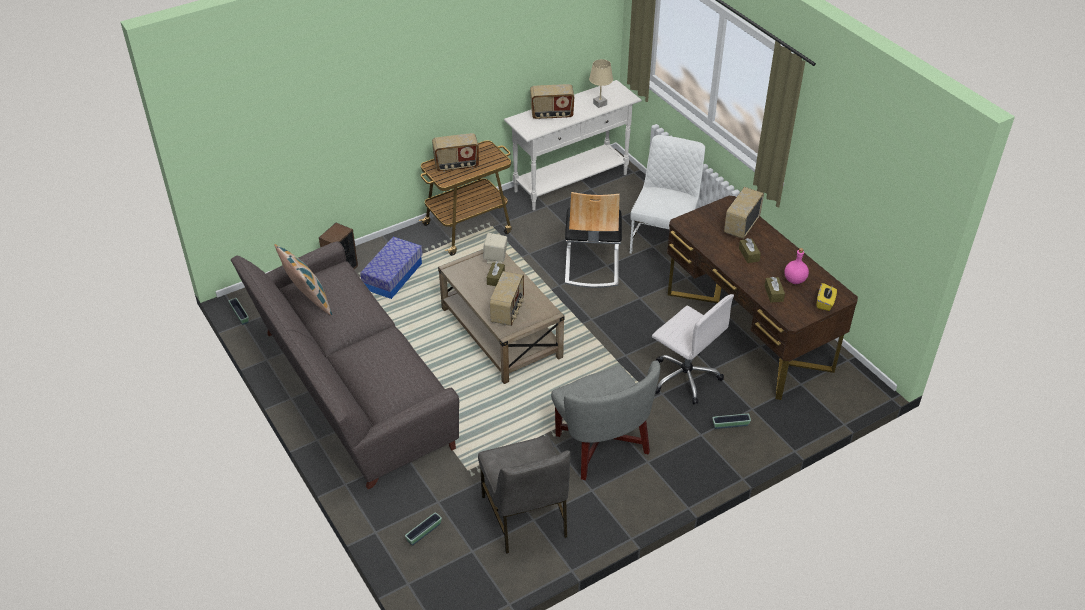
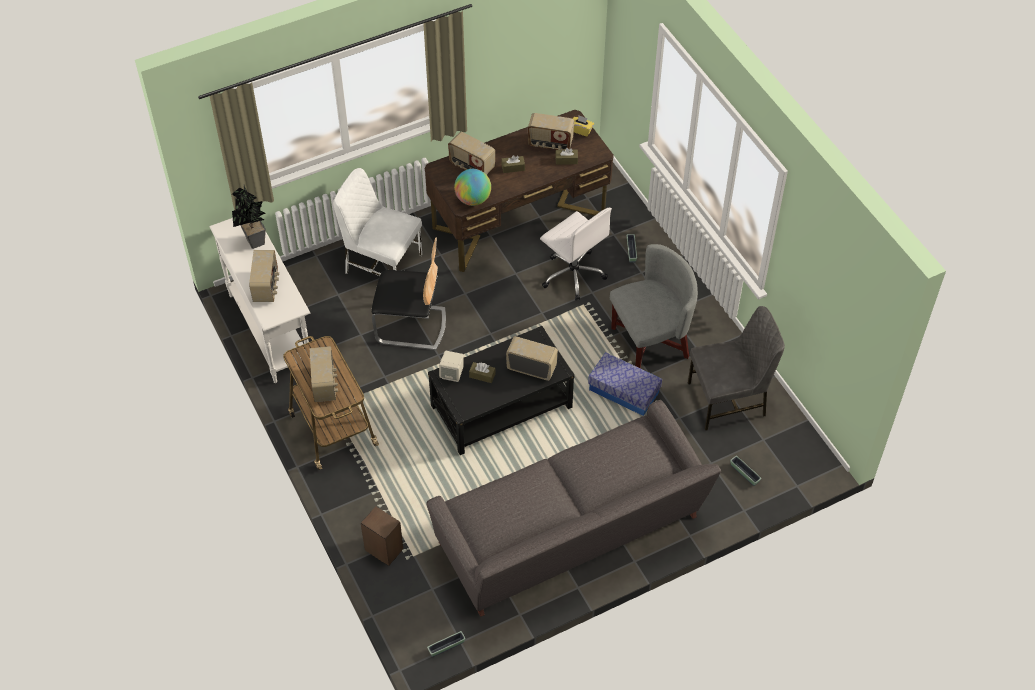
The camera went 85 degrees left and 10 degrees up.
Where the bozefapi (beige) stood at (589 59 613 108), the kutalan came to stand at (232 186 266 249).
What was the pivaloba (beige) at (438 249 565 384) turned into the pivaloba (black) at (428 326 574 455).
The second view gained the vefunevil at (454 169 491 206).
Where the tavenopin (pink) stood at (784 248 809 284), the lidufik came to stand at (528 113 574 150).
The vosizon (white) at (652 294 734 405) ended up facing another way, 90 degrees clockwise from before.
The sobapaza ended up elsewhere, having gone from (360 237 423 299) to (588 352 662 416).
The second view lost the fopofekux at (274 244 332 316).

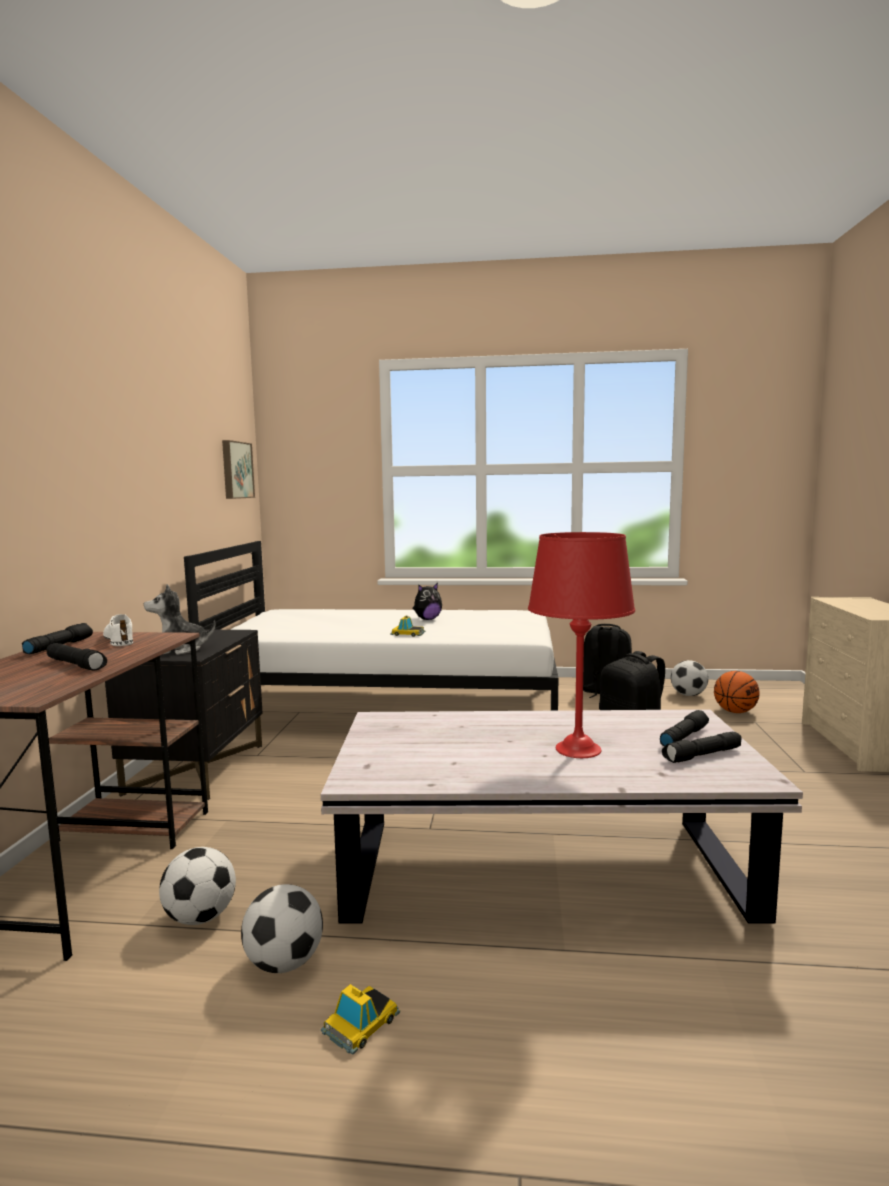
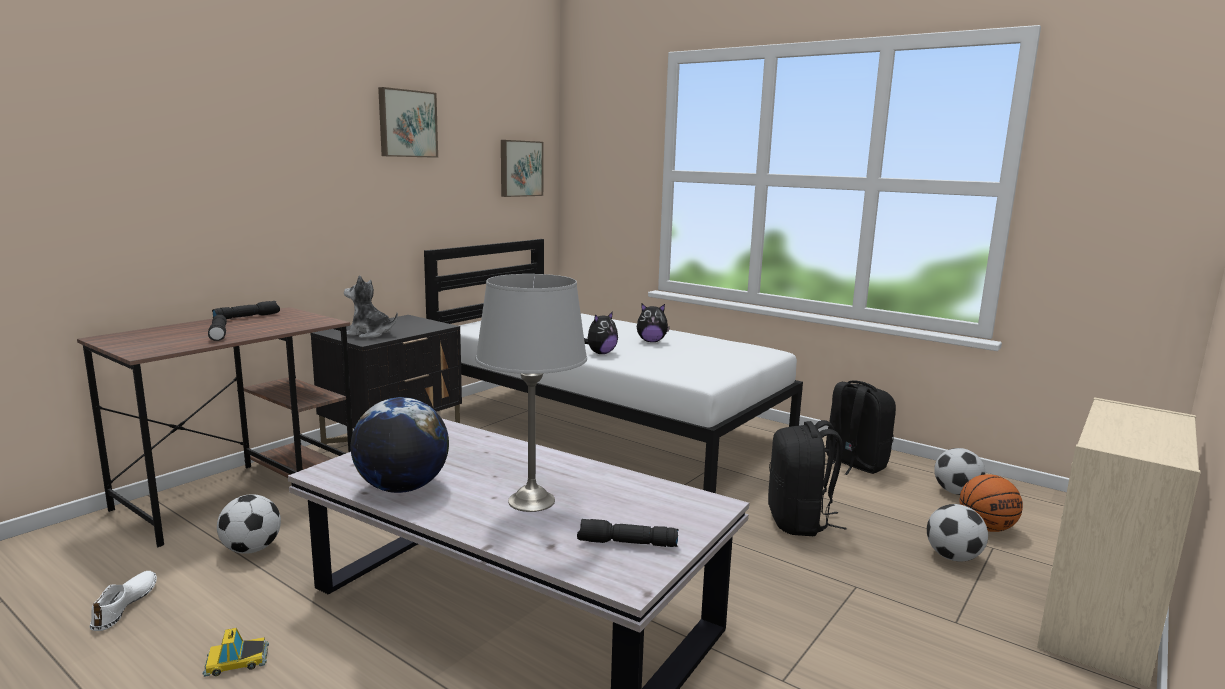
The camera went 30 degrees right and 5 degrees up.
The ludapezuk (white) ended up elsewhere, having gone from (103 614 133 646) to (89 571 157 631).
The second view gained the vefunevil at (351 397 449 493).
The second view gained the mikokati at (378 87 438 158).
What was the bozefapi (red) at (528 532 635 758) turned into the bozefapi (grey) at (475 274 587 512).
Where the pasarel stood at (390 615 426 637), the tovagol came to stand at (584 311 618 354).
The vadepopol ended up elsewhere, having gone from (241 884 323 973) to (927 504 988 562).
The second view lost the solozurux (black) at (660 710 709 746).

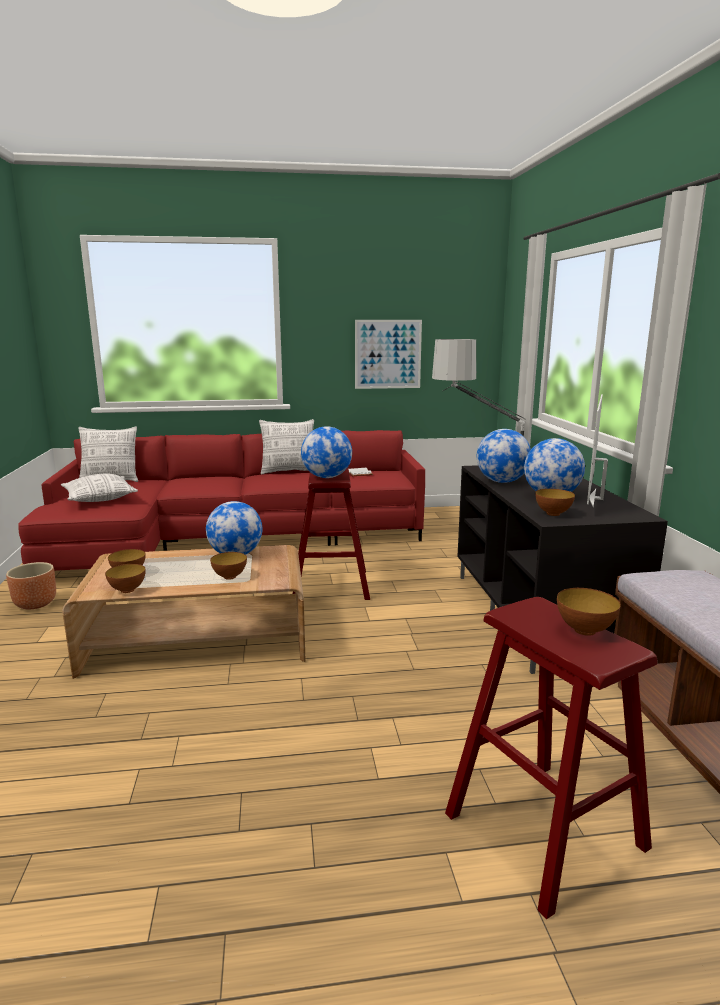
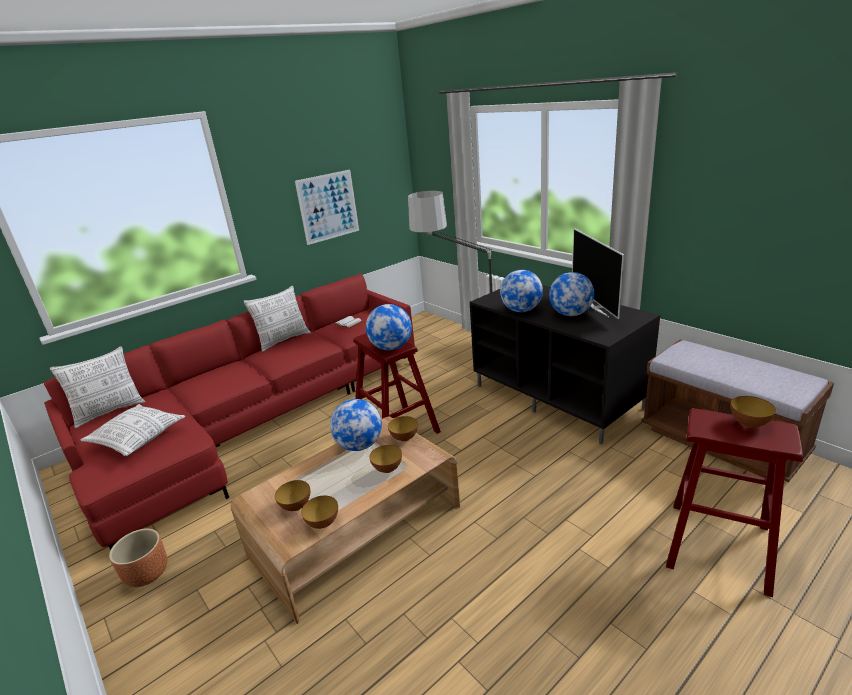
The camera went 30 degrees left and 10 degrees up.
The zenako ended up elsewhere, having gone from (535 489 575 516) to (388 416 418 442).

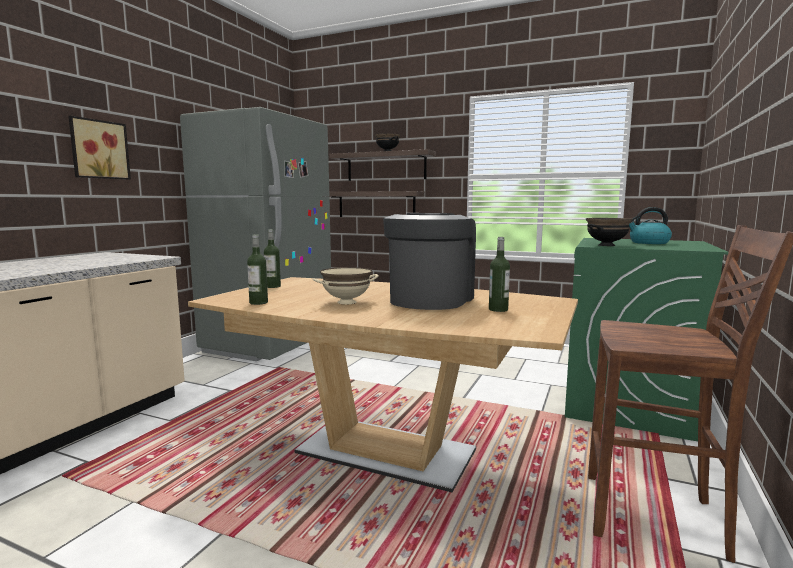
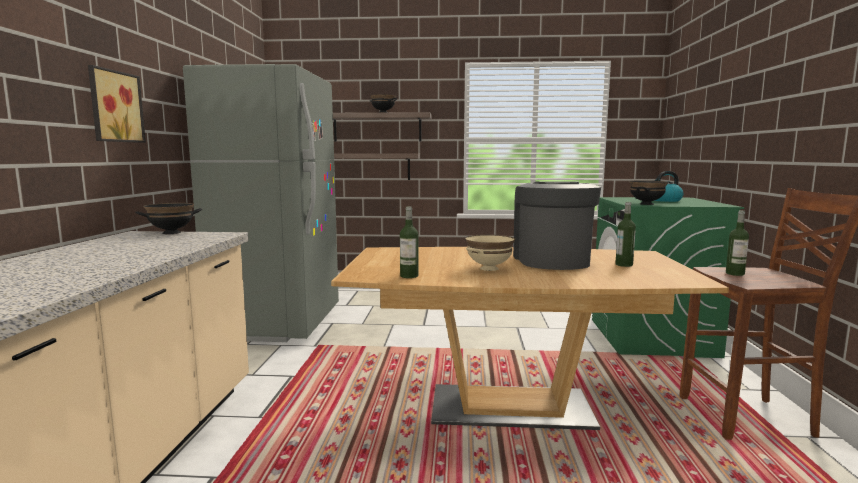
The camera went 20 degrees left and 0 degrees up.
The second view gained the zenako (black) at (135 203 202 234).
The tavenopin ended up elsewhere, having gone from (264 229 281 288) to (726 211 749 276).

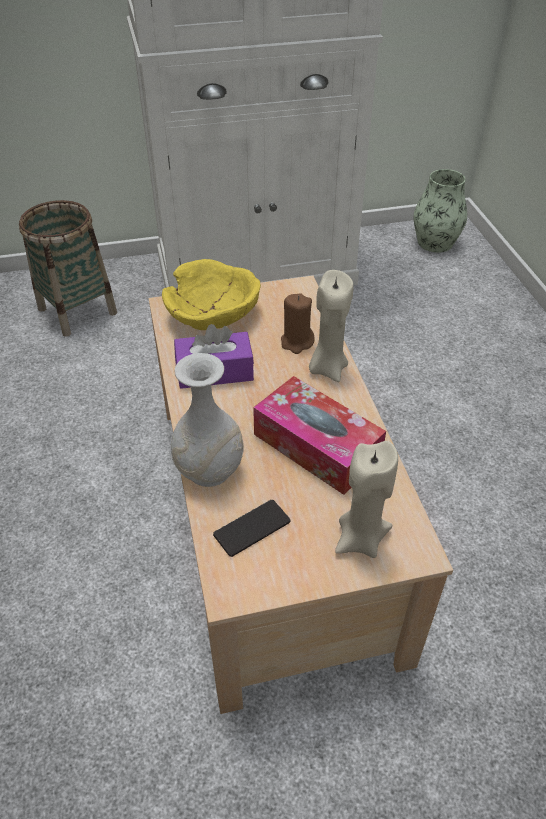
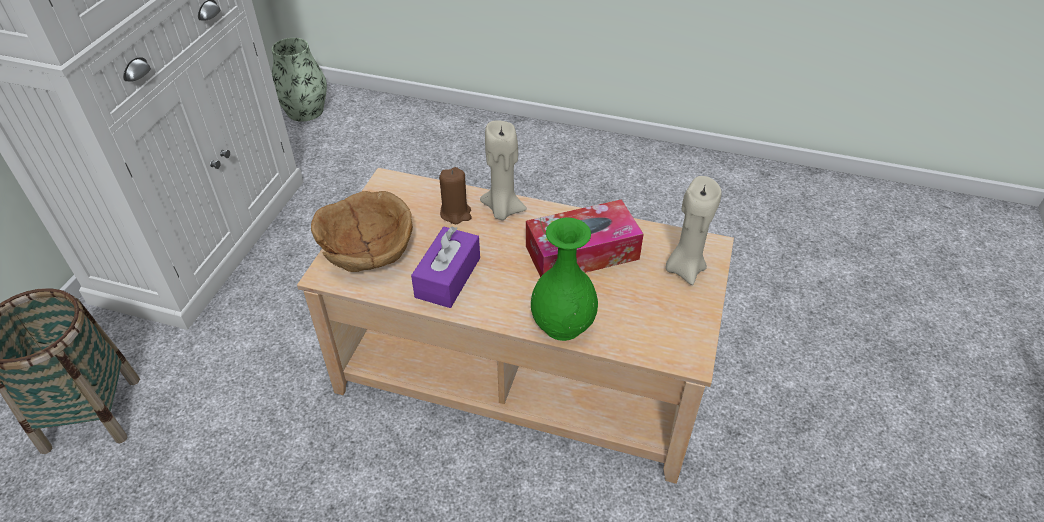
The camera went 60 degrees left and 0 degrees up.
What was the zenako (yellow) at (162 259 261 330) turned into the zenako (brown) at (311 191 413 272).
What was the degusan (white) at (171 353 244 487) turned into the degusan (green) at (531 218 598 341).
The second view lost the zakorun at (213 500 291 557).

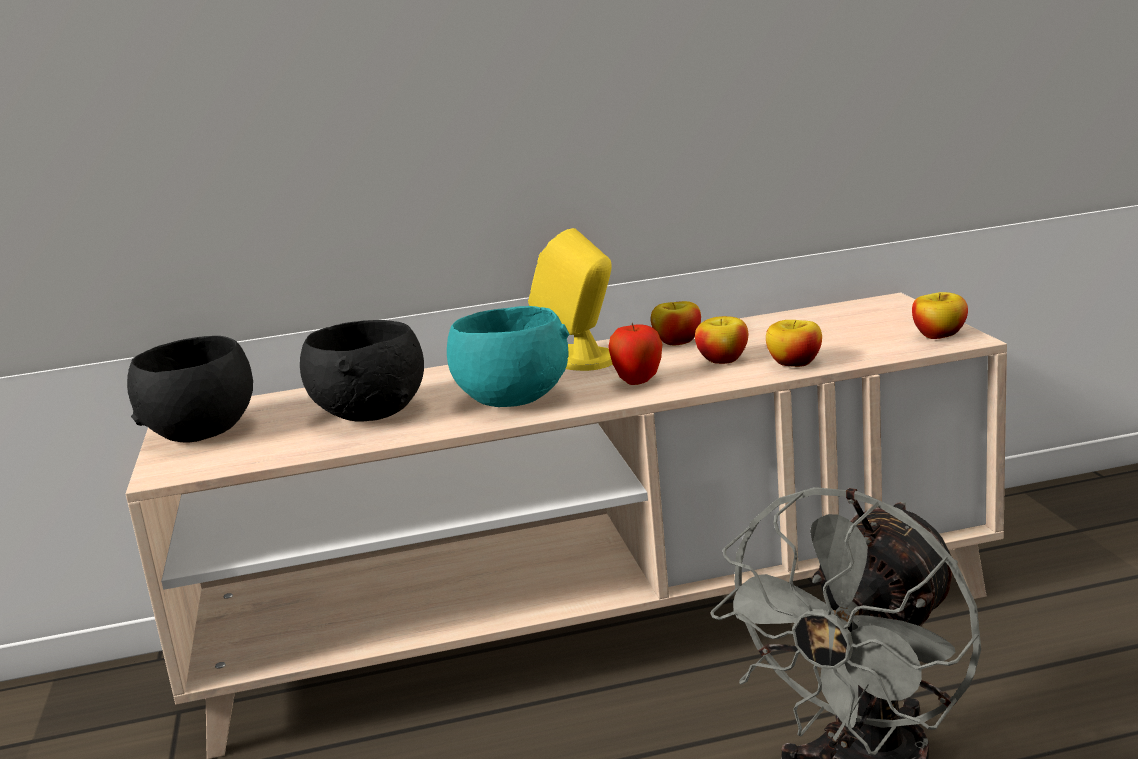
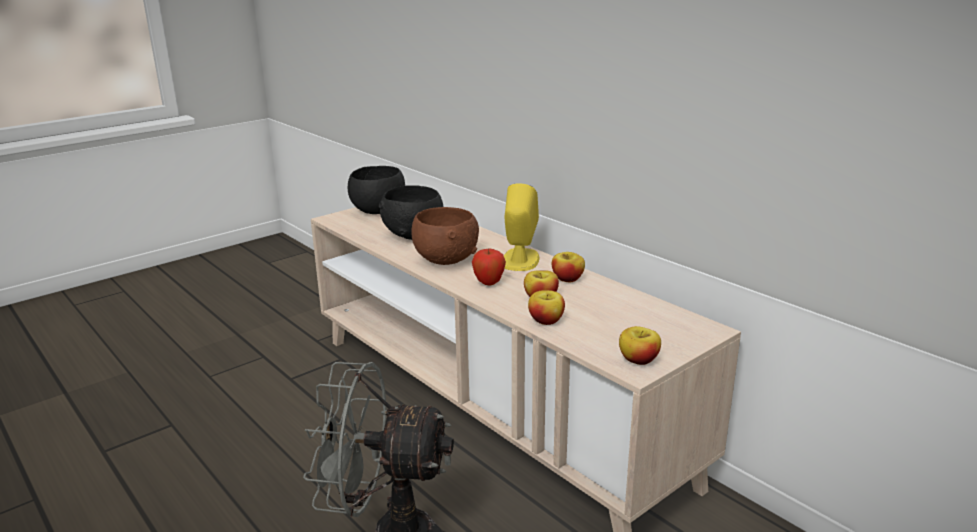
The camera went 60 degrees right and 5 degrees up.
What was the zenako (turquoise) at (447 306 570 407) turned into the zenako (brown) at (411 207 479 265).

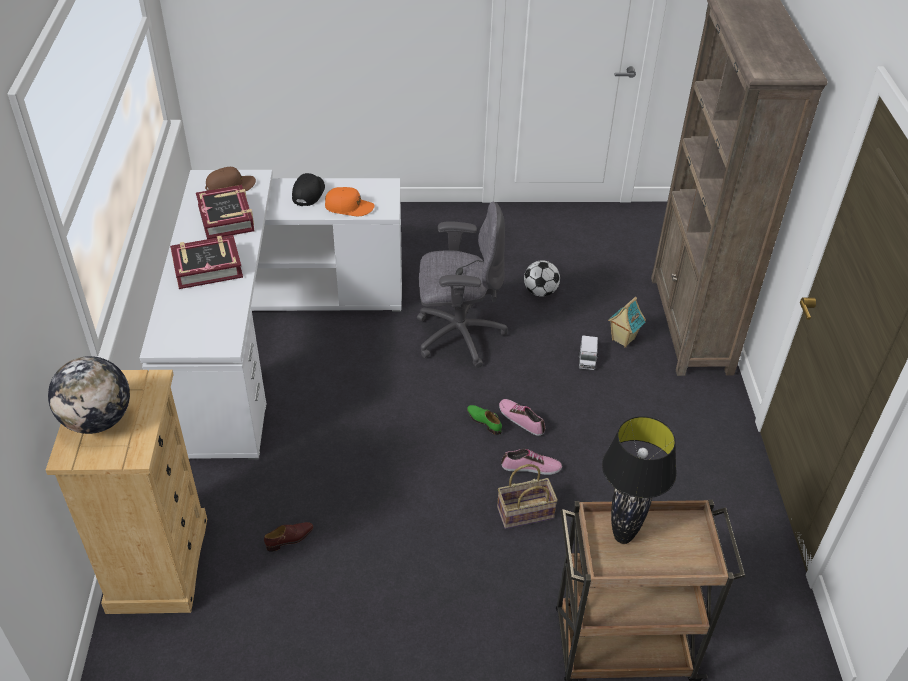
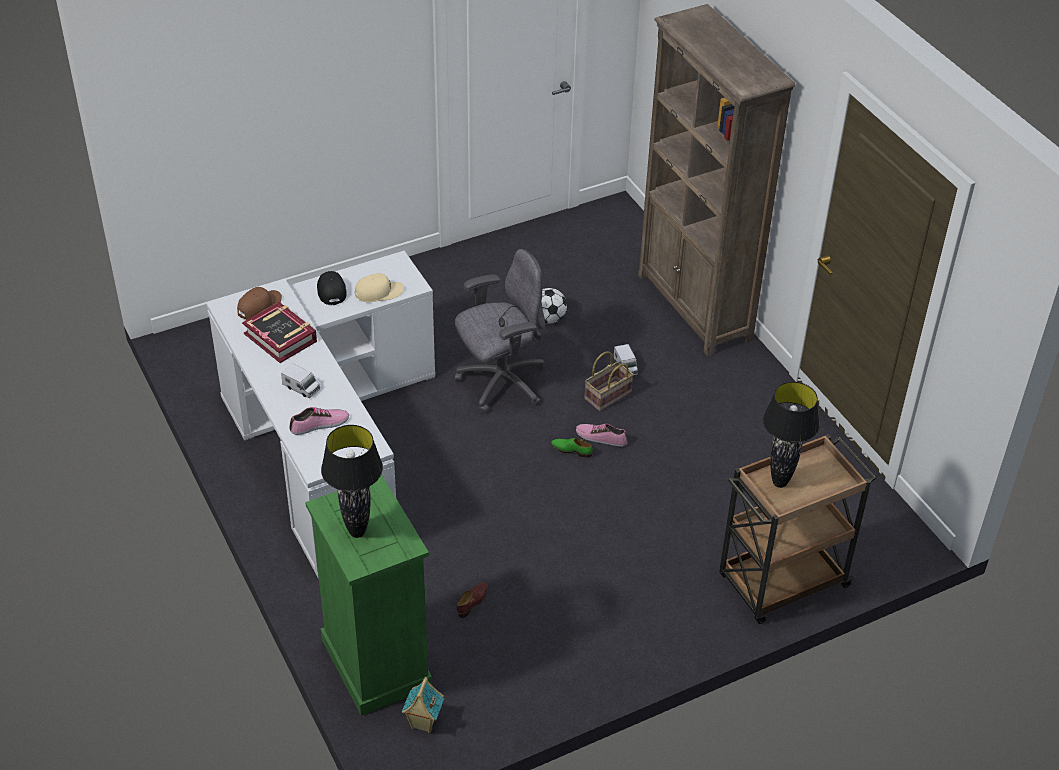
The camera went 25 degrees left and 0 degrees up.
Where the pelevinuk stood at (170 235 243 289), the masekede came to stand at (281 363 320 398).
The ludapezuk ended up elsewhere, having gone from (501 449 562 475) to (289 407 349 435).
What was the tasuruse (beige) at (46 370 207 614) turned into the tasuruse (green) at (305 475 432 716).
Where the vefunevil stood at (48 356 130 434), the bozefapi (black) came to stand at (321 425 383 538).
What was the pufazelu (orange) at (325 187 375 216) turned into the pufazelu (beige) at (354 273 404 302).
The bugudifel ended up elsewhere, having gone from (608 297 646 347) to (402 677 444 733).
The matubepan ended up elsewhere, having gone from (497 464 558 529) to (584 351 634 411).

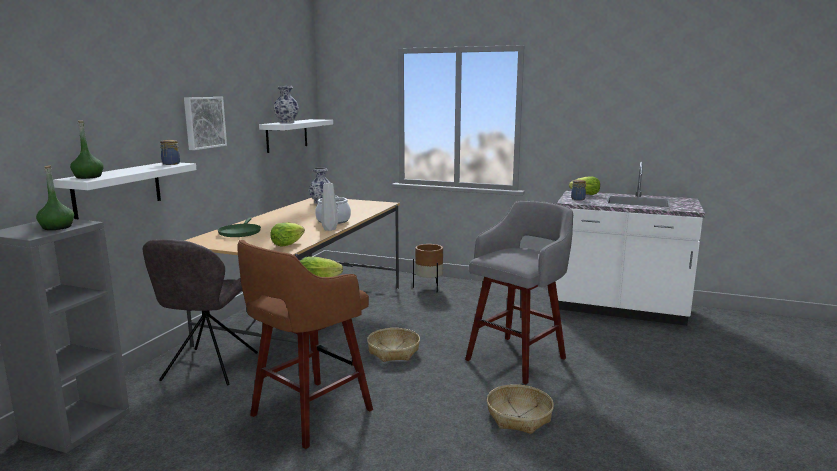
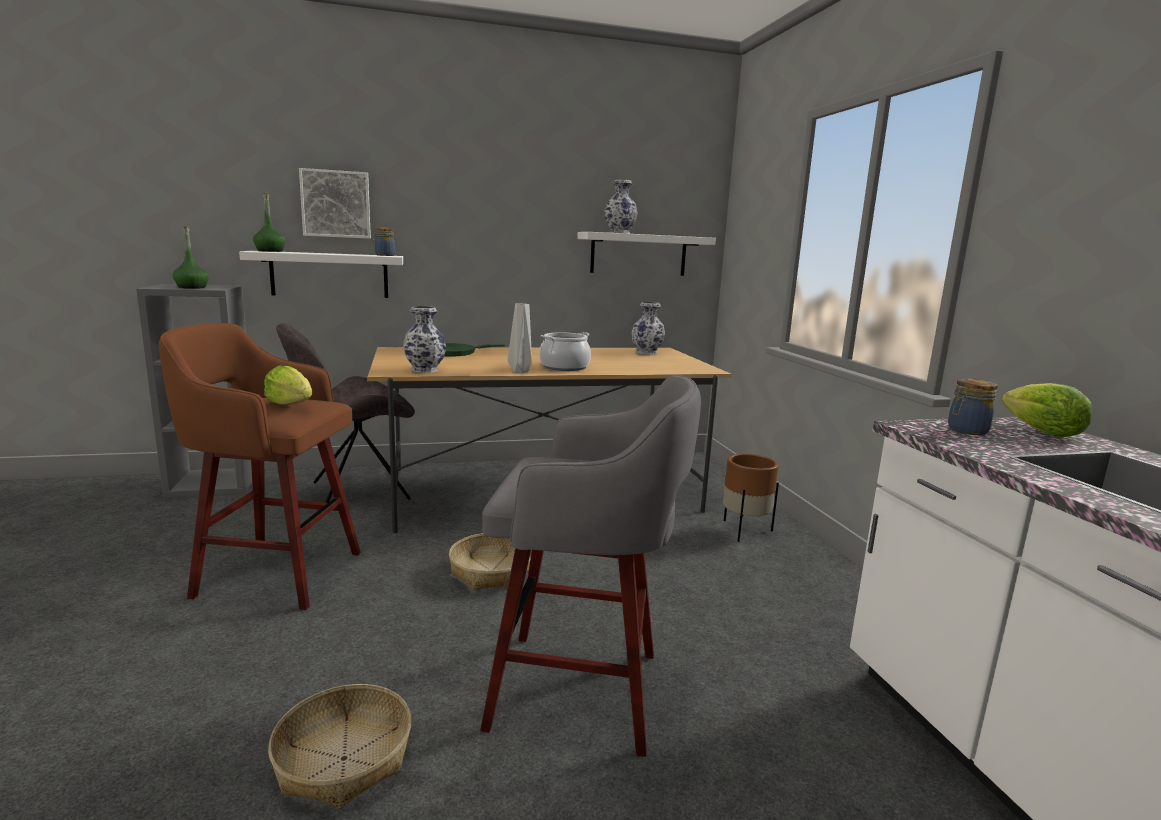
The camera went 55 degrees right and 0 degrees up.
The mikokati ended up elsewhere, having gone from (184 97 227 150) to (299 168 371 239).
Where the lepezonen stood at (270 222 305 246), the degusan came to stand at (403 306 446 373).

